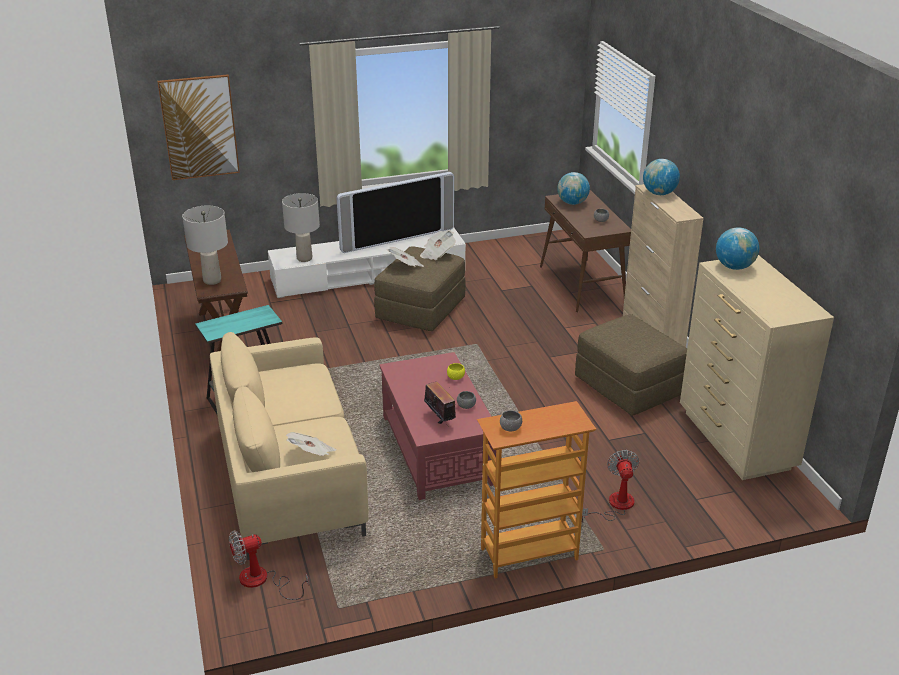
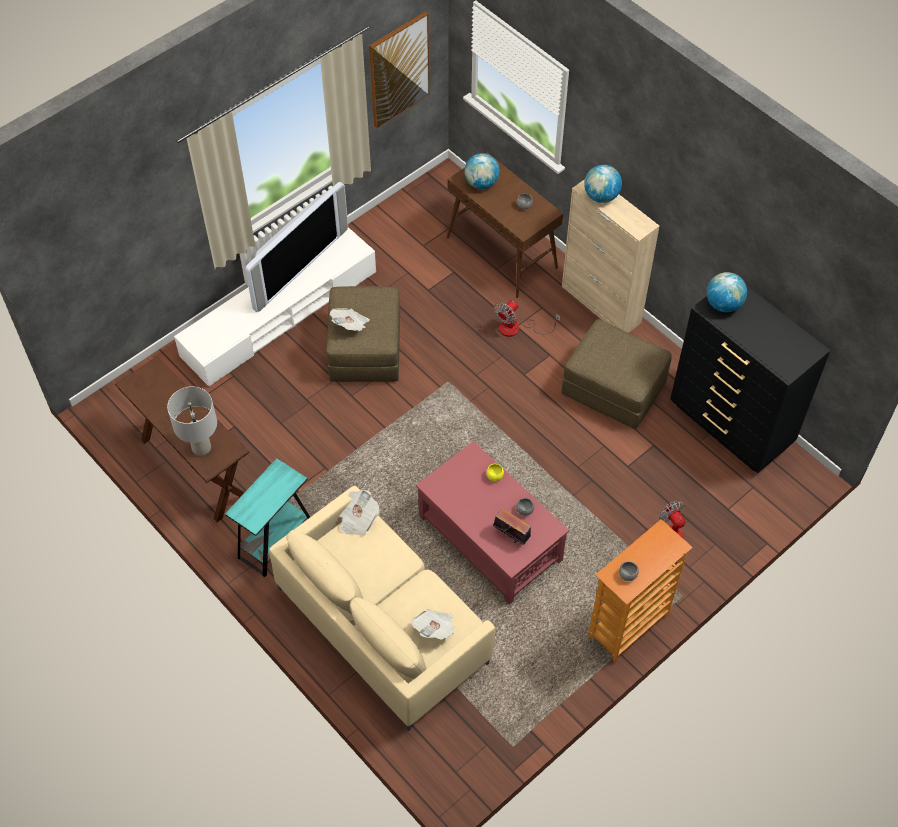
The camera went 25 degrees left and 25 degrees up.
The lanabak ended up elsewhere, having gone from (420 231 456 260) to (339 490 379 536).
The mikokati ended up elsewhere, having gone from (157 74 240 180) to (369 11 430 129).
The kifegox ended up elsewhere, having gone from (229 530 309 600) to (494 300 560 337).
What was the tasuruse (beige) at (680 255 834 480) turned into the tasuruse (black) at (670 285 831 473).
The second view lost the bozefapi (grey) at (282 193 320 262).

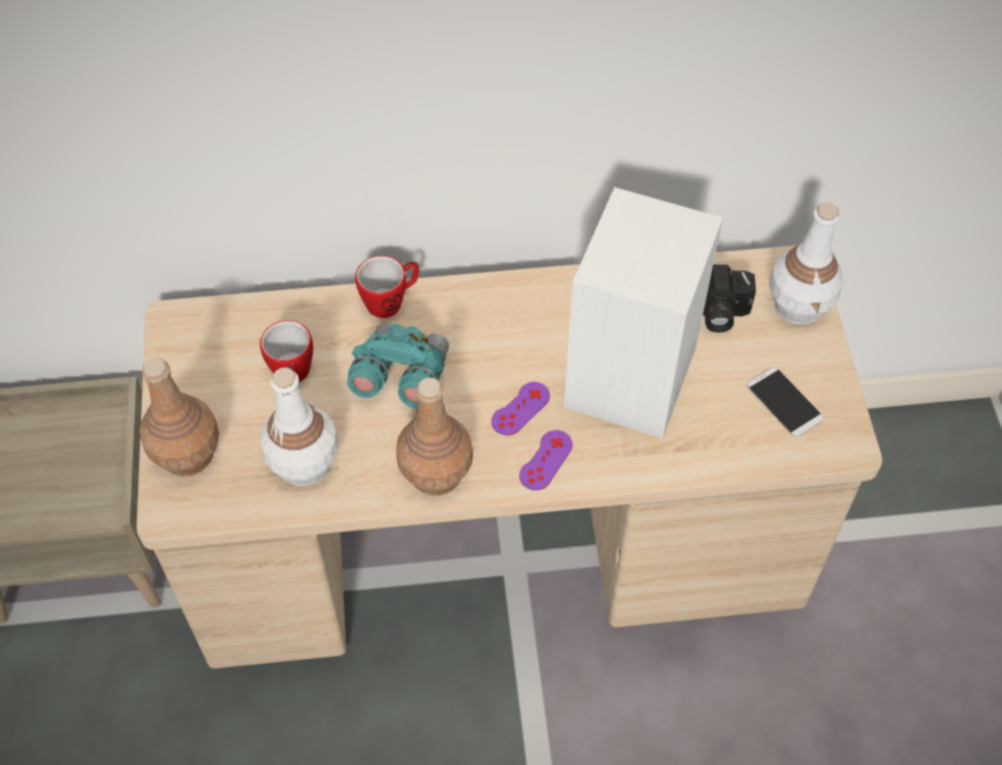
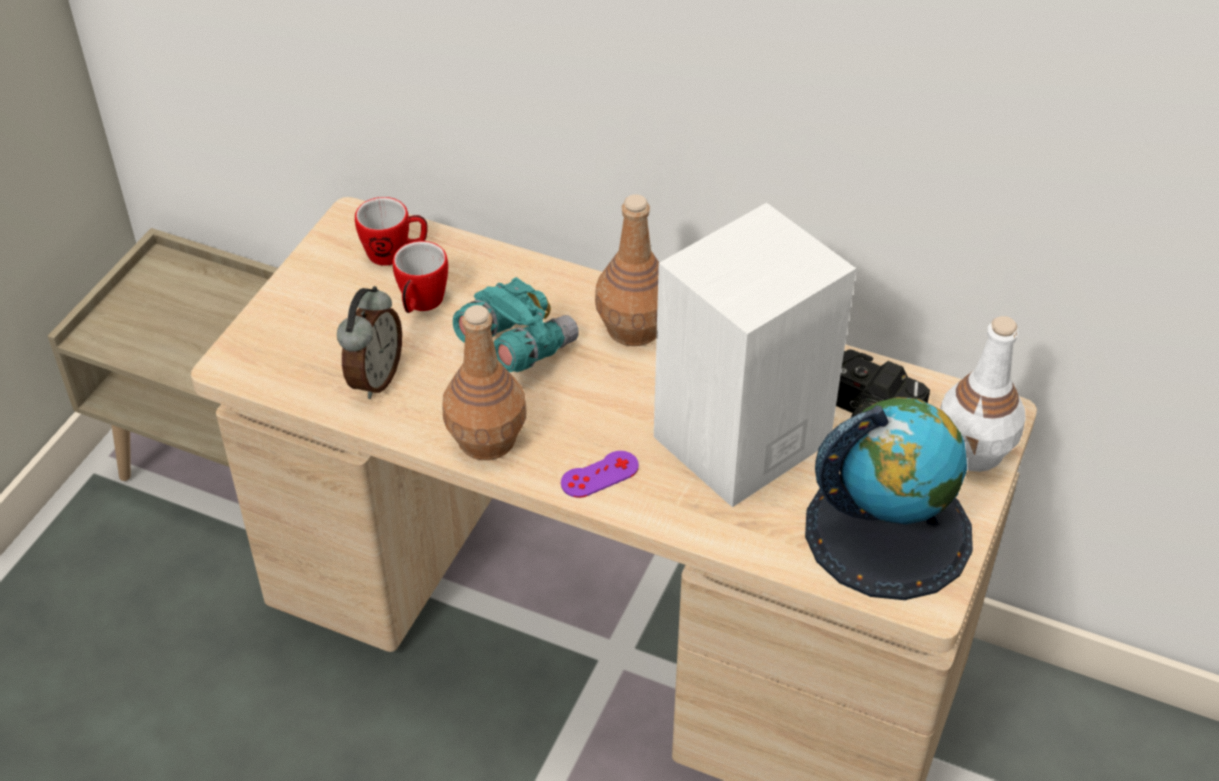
The camera went 30 degrees right and 10 degrees down.
Where the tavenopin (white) stood at (260 368 338 486), the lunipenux came to stand at (337 286 402 399).
The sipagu ended up elsewhere, having gone from (355 256 419 318) to (355 197 428 266).
The tavenopin (brown) ended up elsewhere, having gone from (139 358 219 476) to (595 194 659 346).
Where the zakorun stood at (747 367 823 437), the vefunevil came to stand at (805 397 973 600).
The second view lost the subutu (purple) at (491 382 550 435).

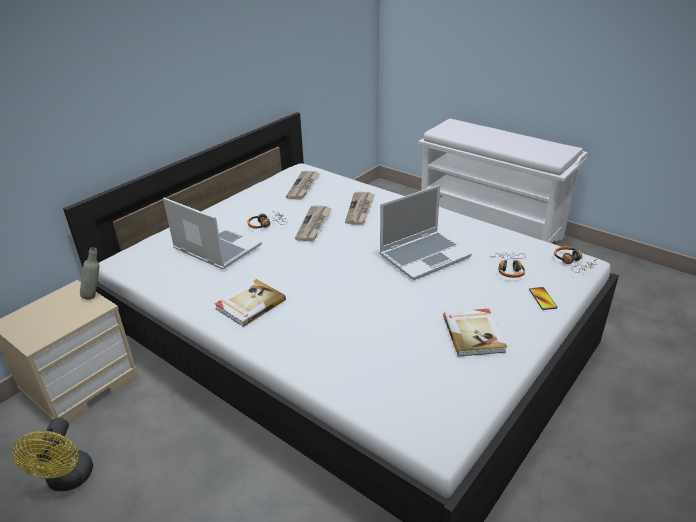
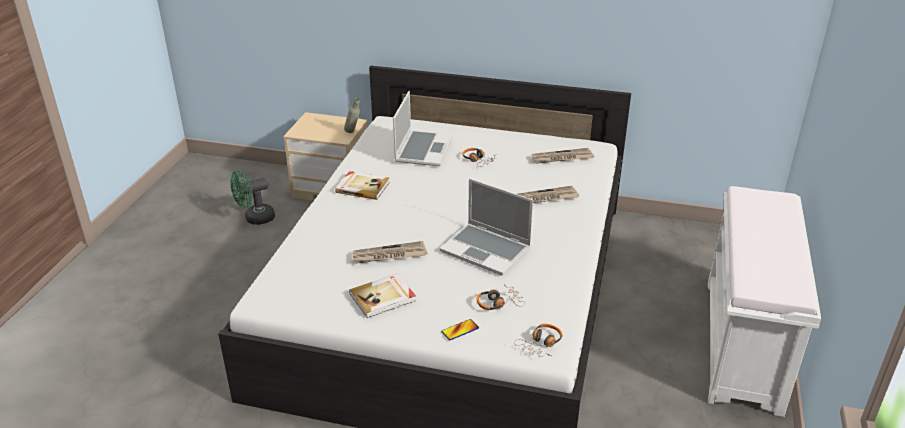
The camera went 65 degrees right and 0 degrees up.
What was the kifegox (yellow) at (12 418 93 491) turned into the kifegox (green) at (230 170 275 225).
The lanabak ended up elsewhere, having gone from (295 205 332 241) to (353 241 427 264).

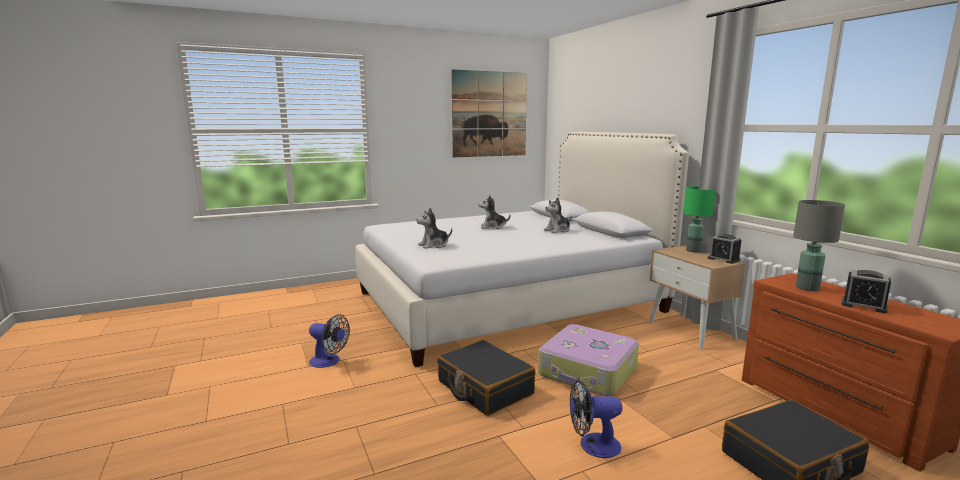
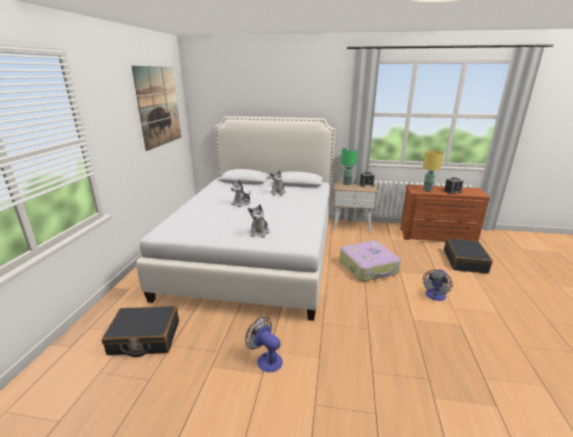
The camera went 55 degrees left and 10 degrees up.
The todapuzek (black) ended up elsewhere, having gone from (437 340 536 416) to (102 306 179 357).
The kifegox at (309 314 350 368) ended up facing another way, 105 degrees counterclockwise from before.
What was the bozefapi (grey) at (793 200 845 291) turned into the bozefapi (yellow) at (423 150 444 191).

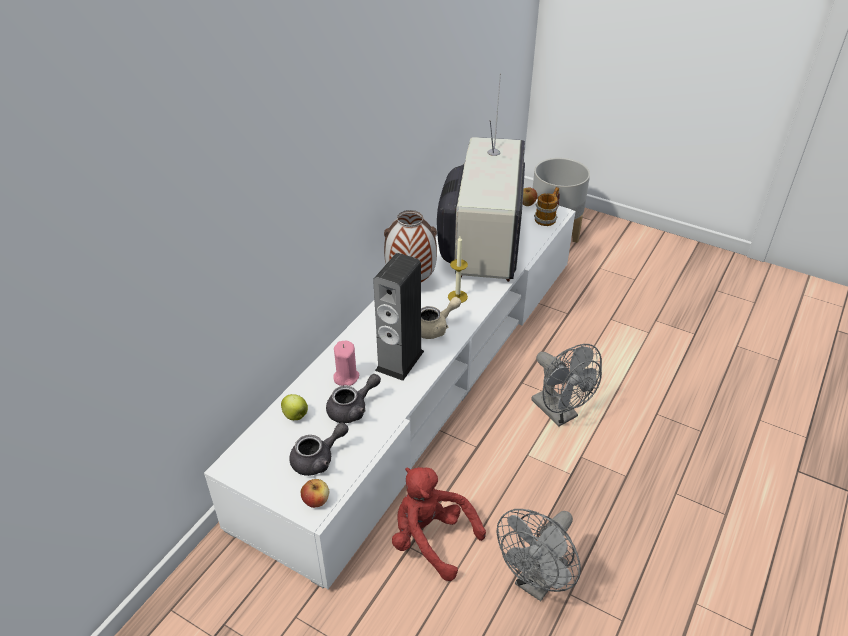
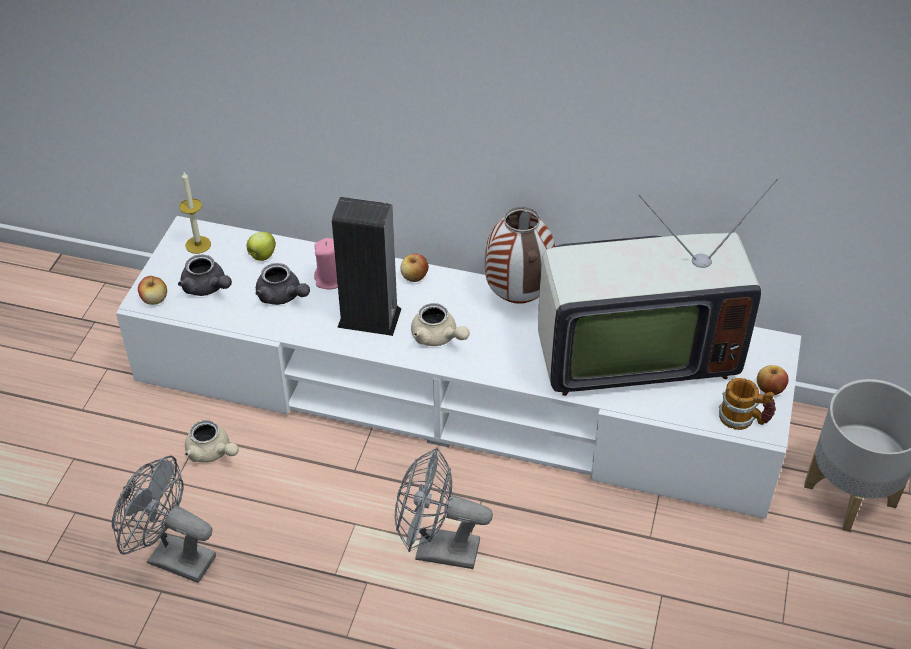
The camera went 75 degrees right and 5 degrees up.
The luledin ended up elsewhere, having gone from (448 236 468 303) to (180 172 211 254).
Where the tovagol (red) stood at (392 467 486 581), the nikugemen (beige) came to stand at (184 420 239 463).
The kifegox (grey) at (532 344 602 427) ended up facing another way, 60 degrees clockwise from before.
The second view gained the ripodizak at (400 254 429 282).

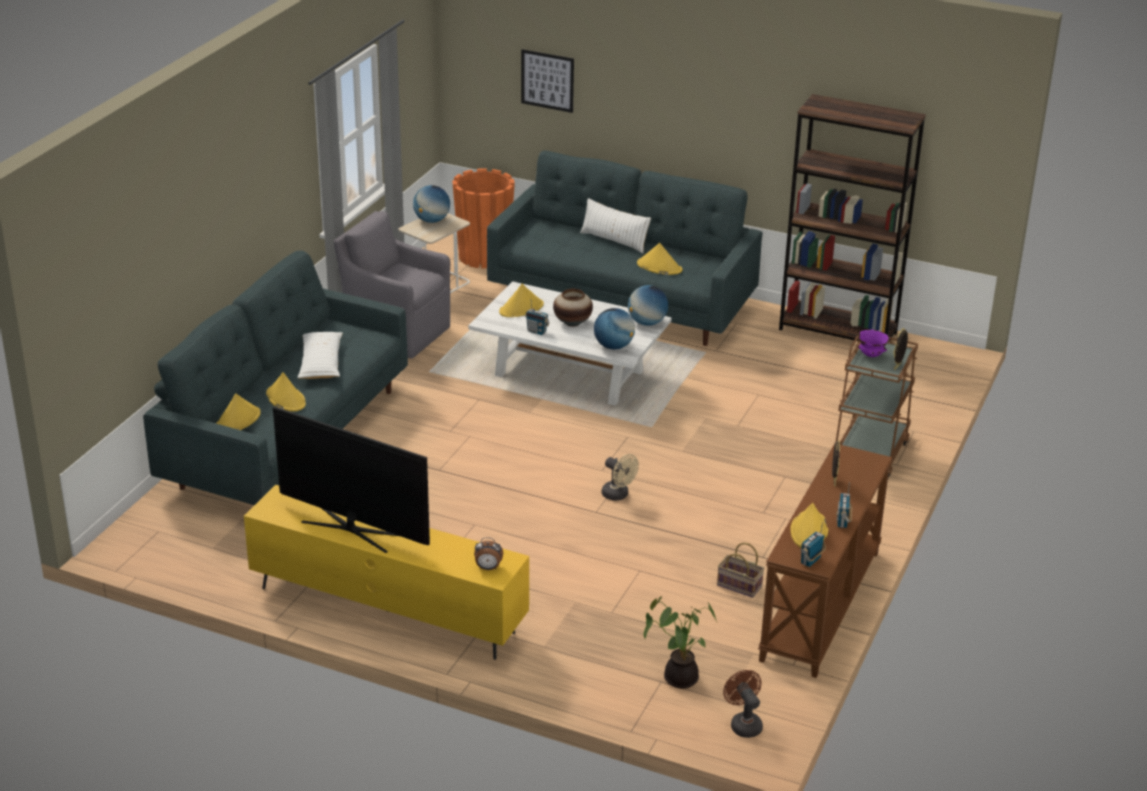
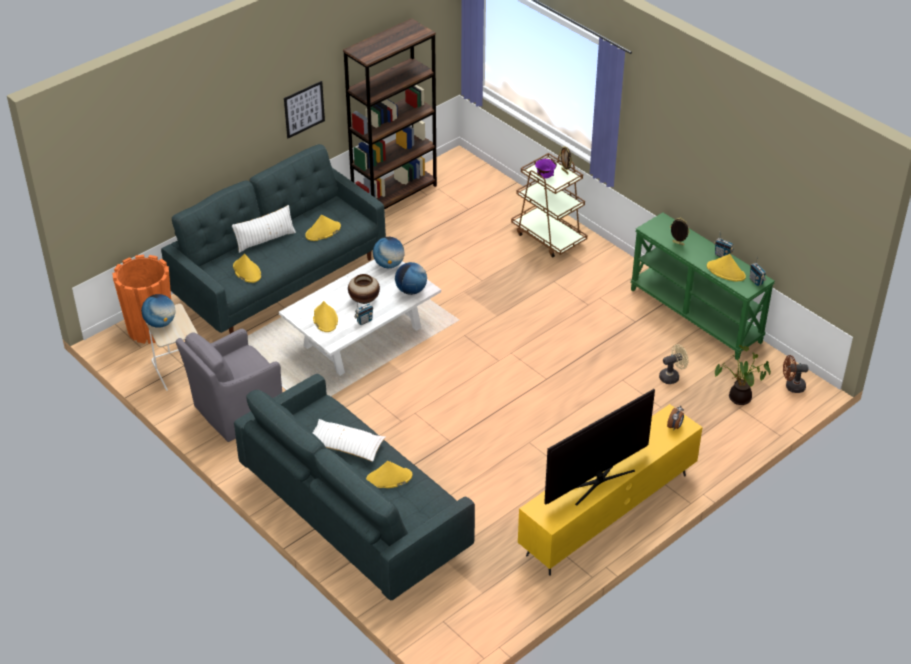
The camera went 65 degrees left and 10 degrees up.
The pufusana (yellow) ended up elsewhere, having gone from (216 394 261 430) to (233 254 261 283).
The mikokati ended up elsewhere, having gone from (521 49 574 113) to (284 81 325 138).
What was the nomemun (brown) at (758 443 892 678) turned into the nomemun (green) at (631 212 775 360).
The kifegox (beige) ended up elsewhere, having gone from (601 454 639 501) to (659 344 688 384).
The second view lost the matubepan at (717 542 764 598).

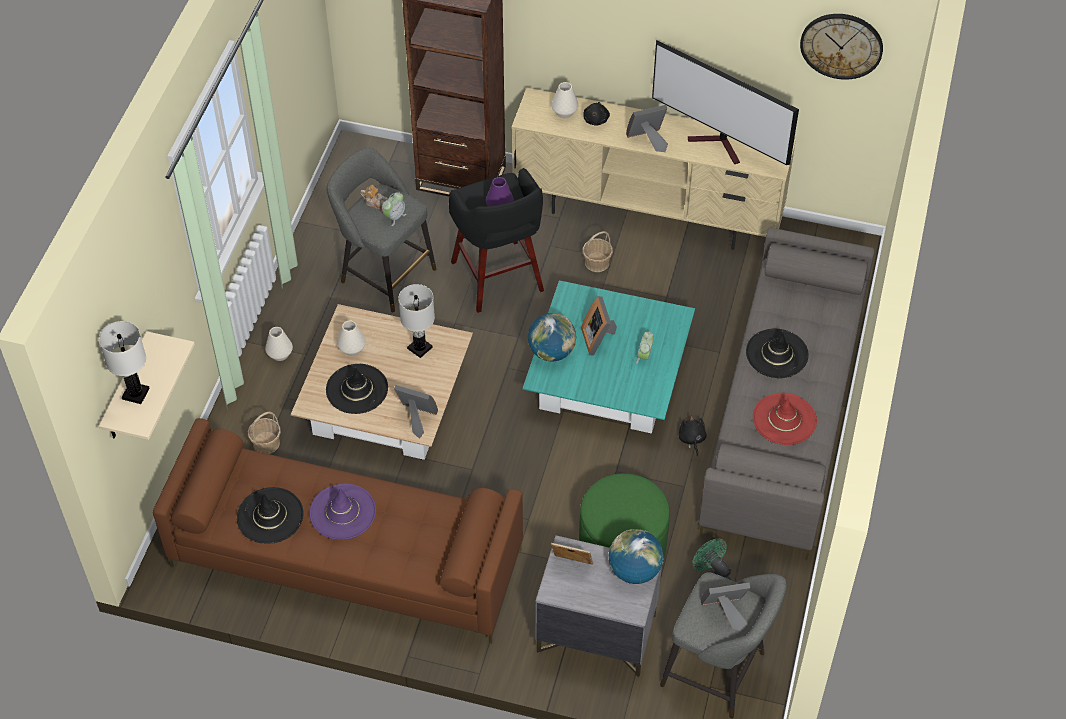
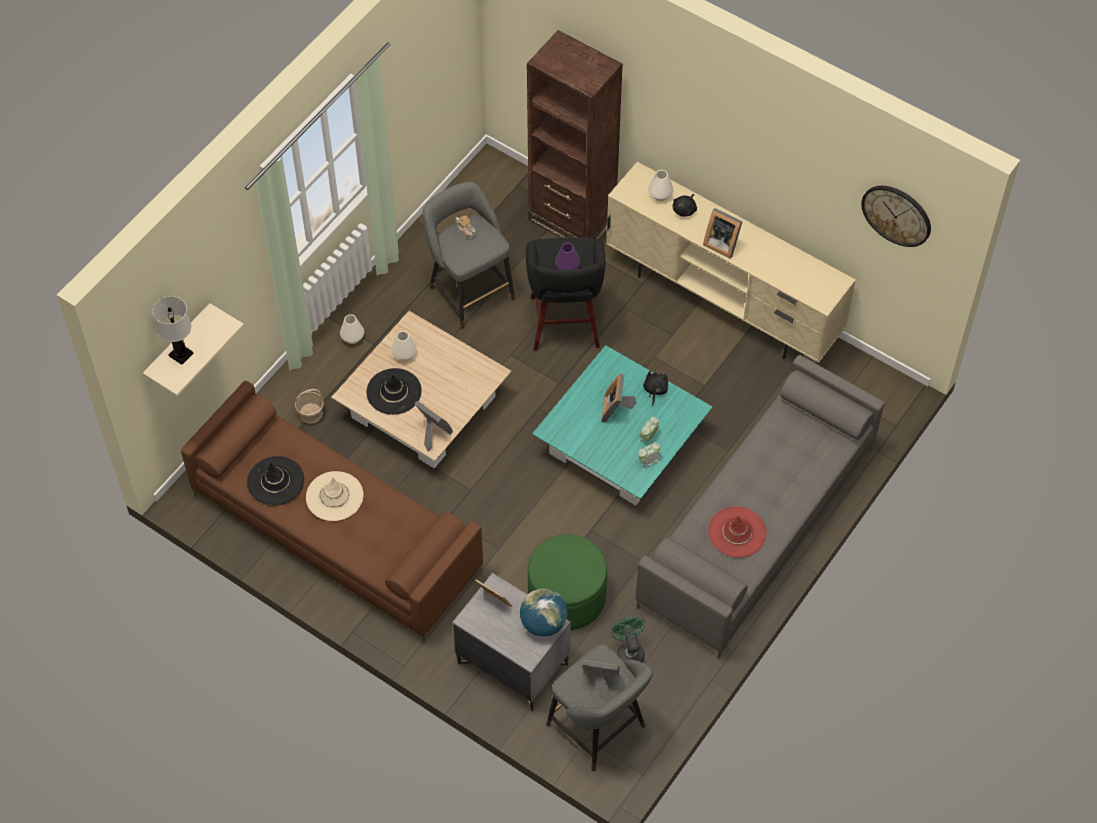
The camera went 20 degrees right and 5 degrees up.
What was the pufusana (purple) at (310 484 376 540) turned into the pufusana (beige) at (306 471 363 521).
The lunipenux ended up elsewhere, having gone from (382 193 406 226) to (638 443 660 470).
The tovagol (black) ended up elsewhere, having gone from (679 415 707 456) to (643 369 668 406).
The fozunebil at (626 105 668 152) ended up facing another way, 150 degrees counterclockwise from before.
The second view lost the bozefapi (white) at (398 284 435 358).
The second view lost the vefunevil at (528 313 576 361).
The second view lost the matubepan at (582 231 613 272).
The second view lost the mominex at (652 40 799 165).
The second view lost the pufusana (black) at (746 329 809 378).

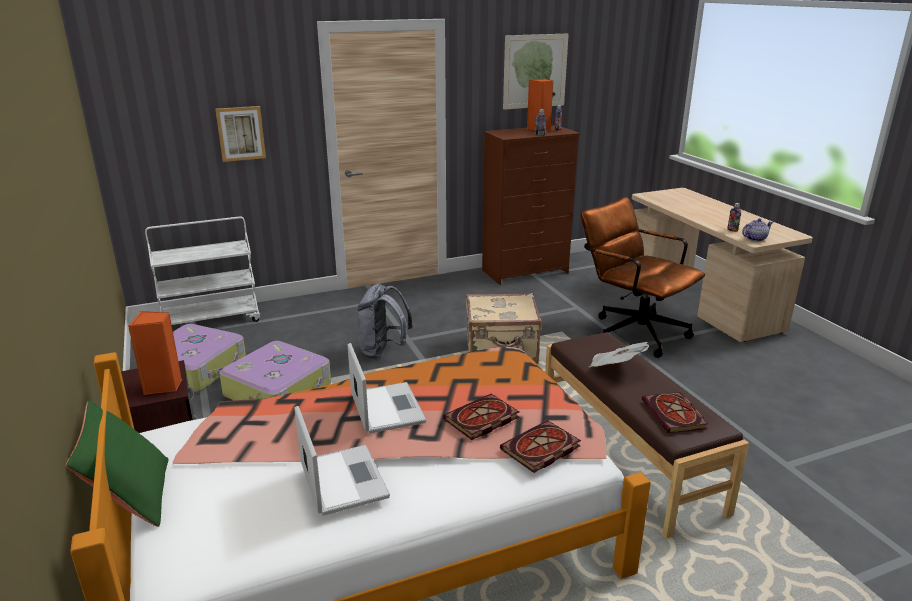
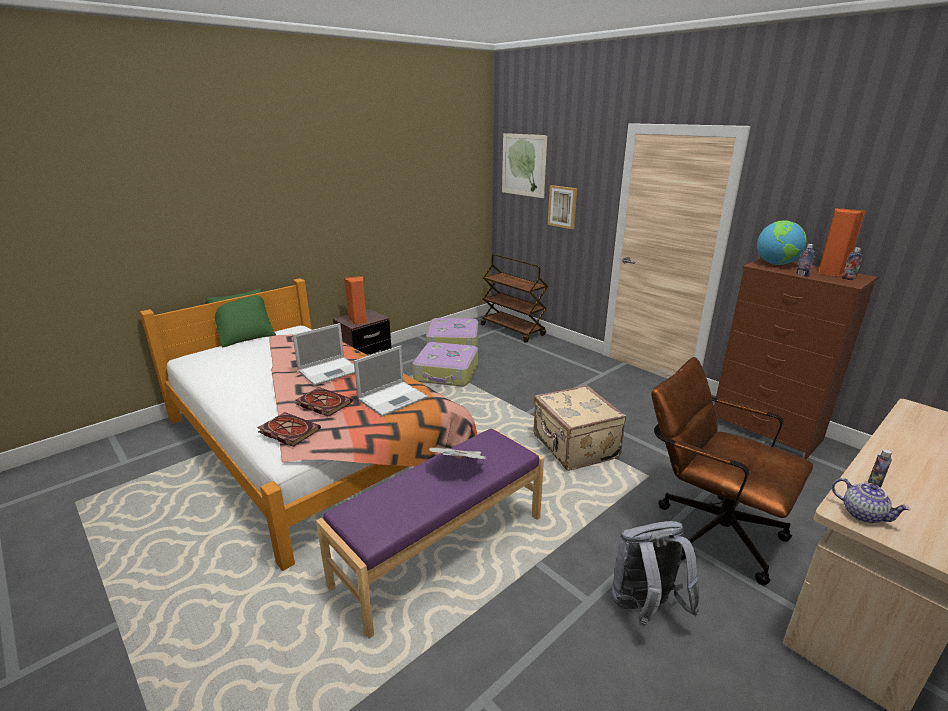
The camera went 70 degrees right and 0 degrees up.
What was the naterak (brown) at (545 332 749 539) turned into the naterak (purple) at (316 429 544 639).
The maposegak ended up elsewhere, having gone from (294 406 390 516) to (354 345 428 417).
What was the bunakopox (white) at (145 216 260 325) turned into the bunakopox (brown) at (481 254 548 343).
The mikokati ended up elsewhere, having gone from (503 33 569 110) to (502 133 547 198).
The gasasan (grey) ended up elsewhere, having gone from (356 284 413 359) to (612 521 700 627).
The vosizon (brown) at (581 197 705 358) ended up facing another way, 75 degrees counterclockwise from before.
The second view gained the vefunevil at (757 220 807 265).
The second view lost the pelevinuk at (642 392 708 433).

